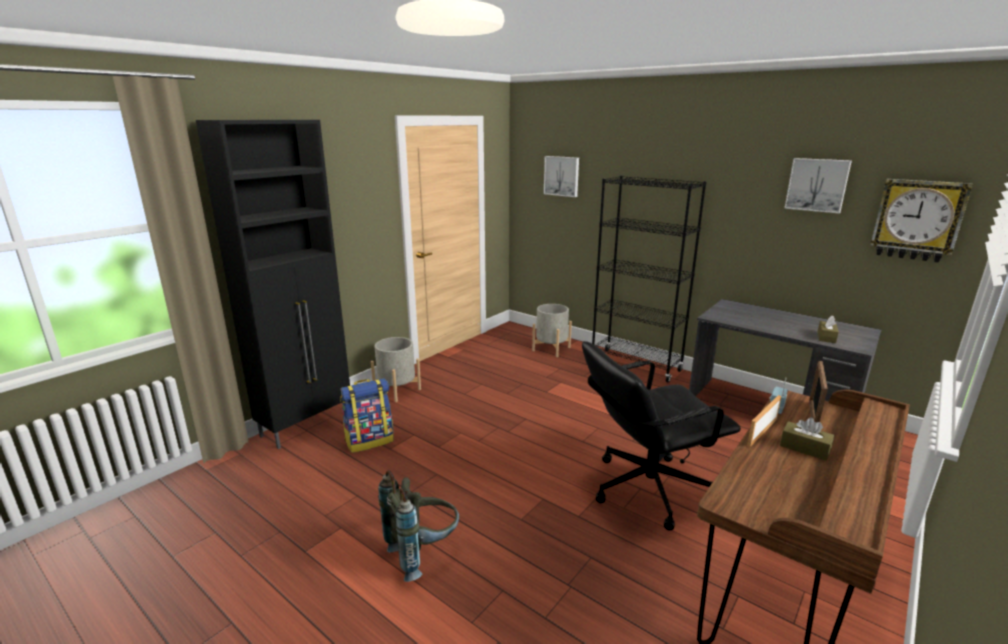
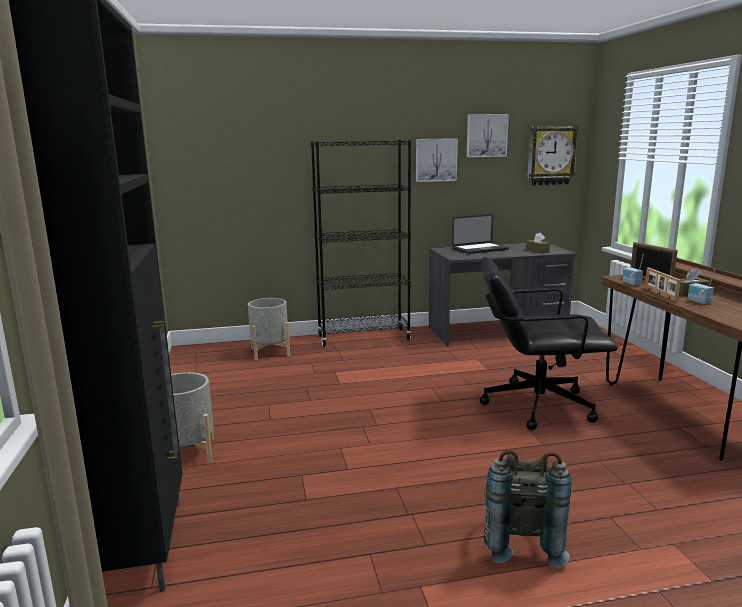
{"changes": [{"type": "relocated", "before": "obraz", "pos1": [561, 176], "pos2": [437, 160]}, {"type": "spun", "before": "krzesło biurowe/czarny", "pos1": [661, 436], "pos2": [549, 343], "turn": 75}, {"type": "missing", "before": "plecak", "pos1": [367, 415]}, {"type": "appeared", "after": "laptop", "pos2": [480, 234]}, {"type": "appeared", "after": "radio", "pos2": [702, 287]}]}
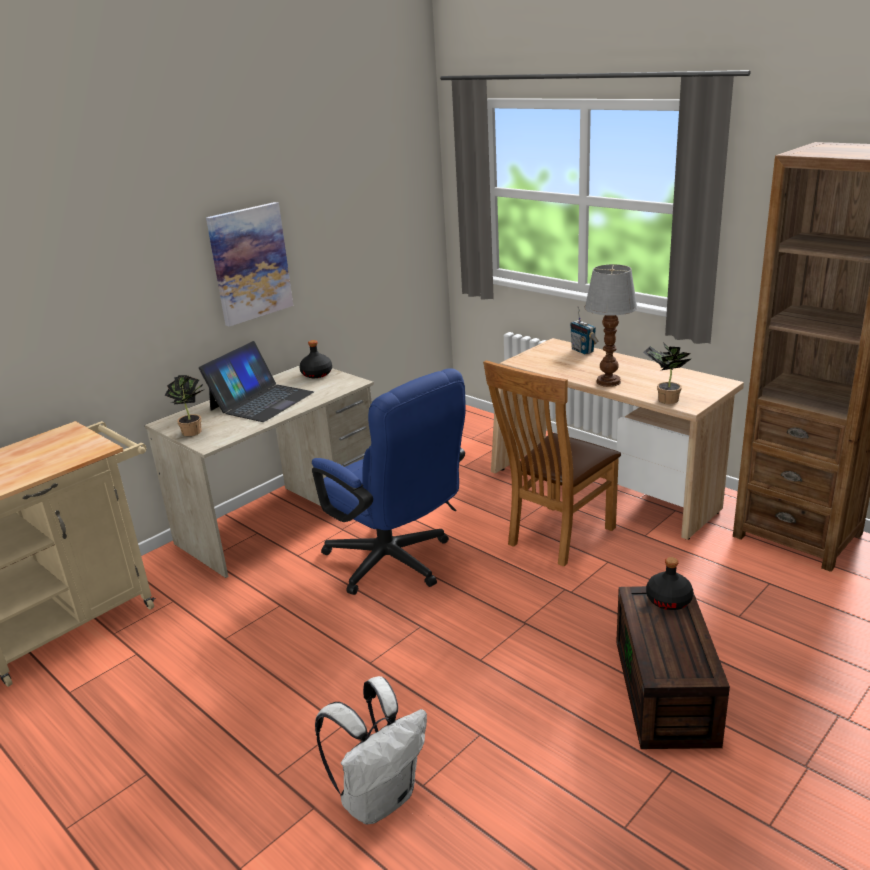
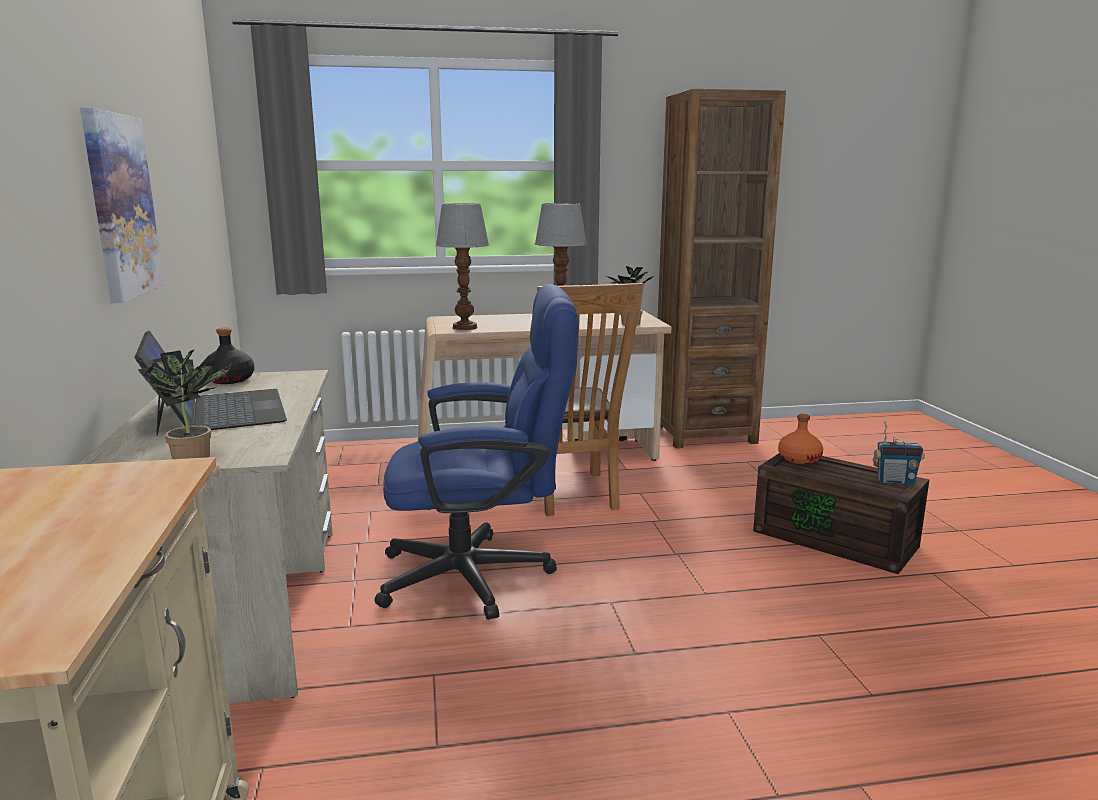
{"changes": [{"type": "relocated", "before": "radio", "pos1": [584, 330], "pos2": [899, 453]}, {"type": "colour", "before": "butelka/czarny", "after": "butelka/pomarańczowy", "pos1": [669, 583], "pos2": [800, 439]}, {"type": "missing", "before": "plecak/biały", "pos1": [371, 750]}, {"type": "appeared", "after": "lampa stołowa", "pos2": [462, 266]}]}
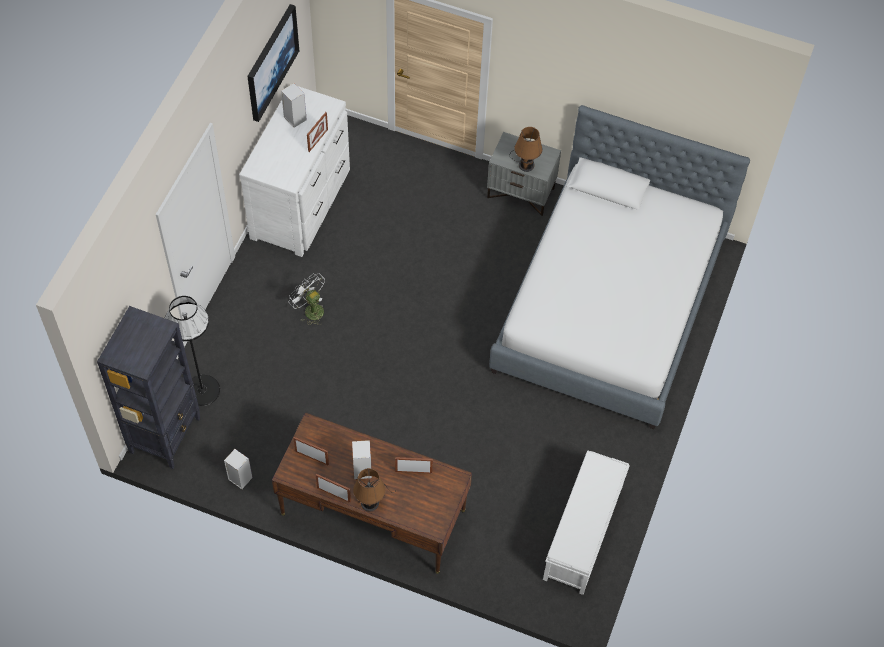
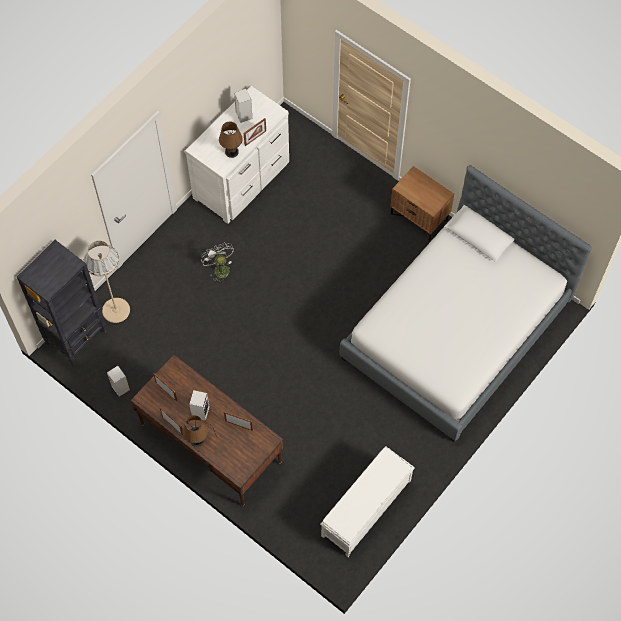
{"changes": [{"type": "missing", "before": "obraz", "pos1": [273, 63]}, {"type": "relocated", "before": "lampa stołowa/brązowy", "pos1": [525, 149], "pos2": [231, 139]}, {"type": "colour", "before": "szafka nocna/szary", "after": "szafka nocna/brązowy", "pos1": [524, 174], "pos2": [422, 203]}, {"type": "colour", "before": "lampa stojąca/czarny", "after": "lampa stojąca/beżowy", "pos1": [192, 351], "pos2": [106, 281]}]}
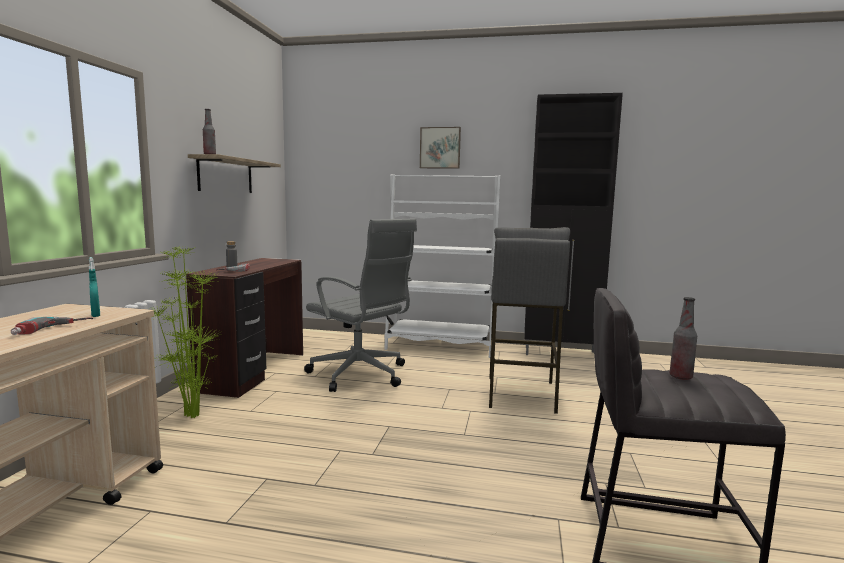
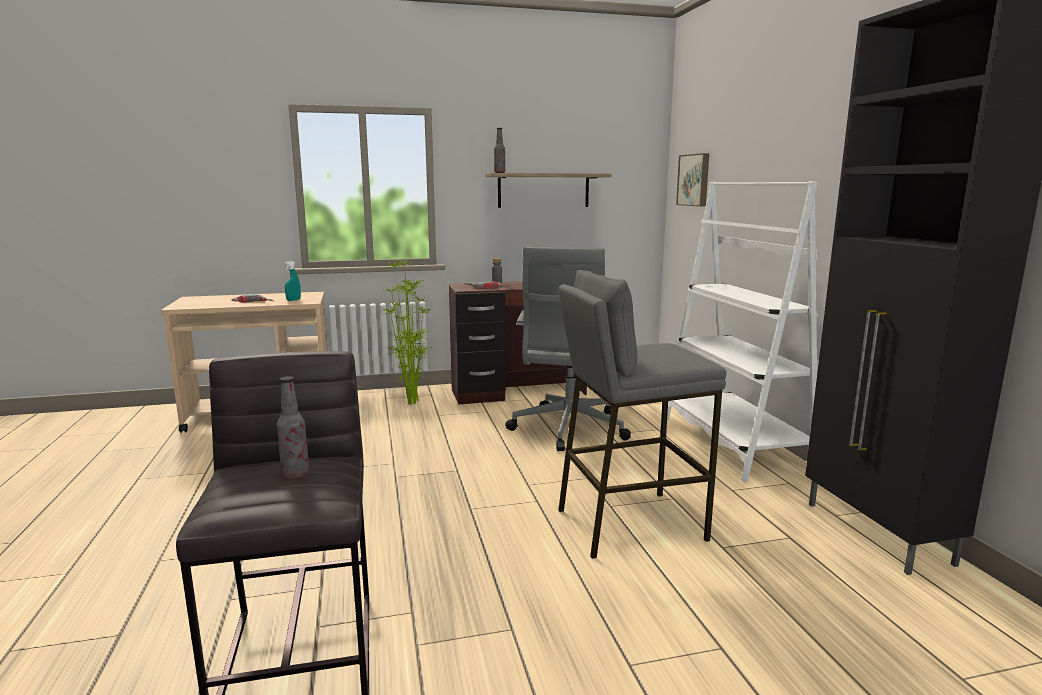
{"changes": [{"type": "relocated", "before": "obraz", "pos1": [440, 148], "pos2": [692, 180]}]}
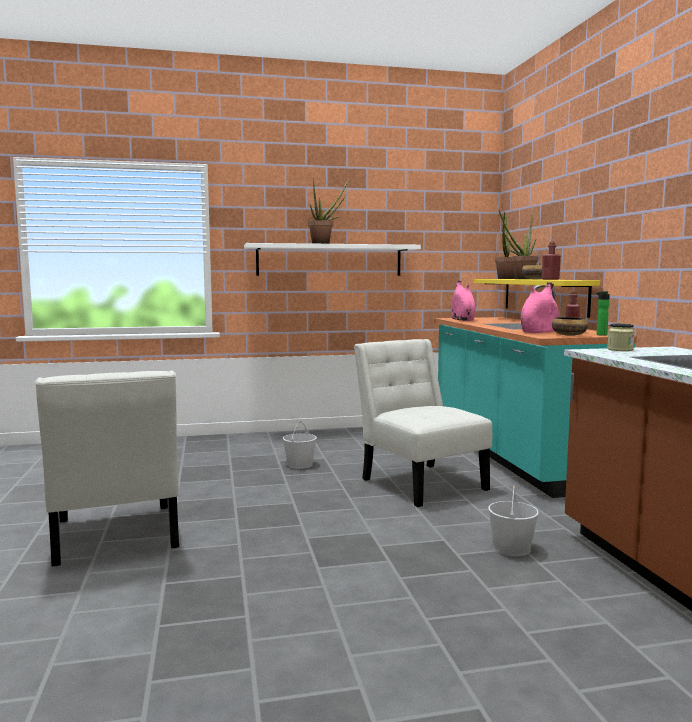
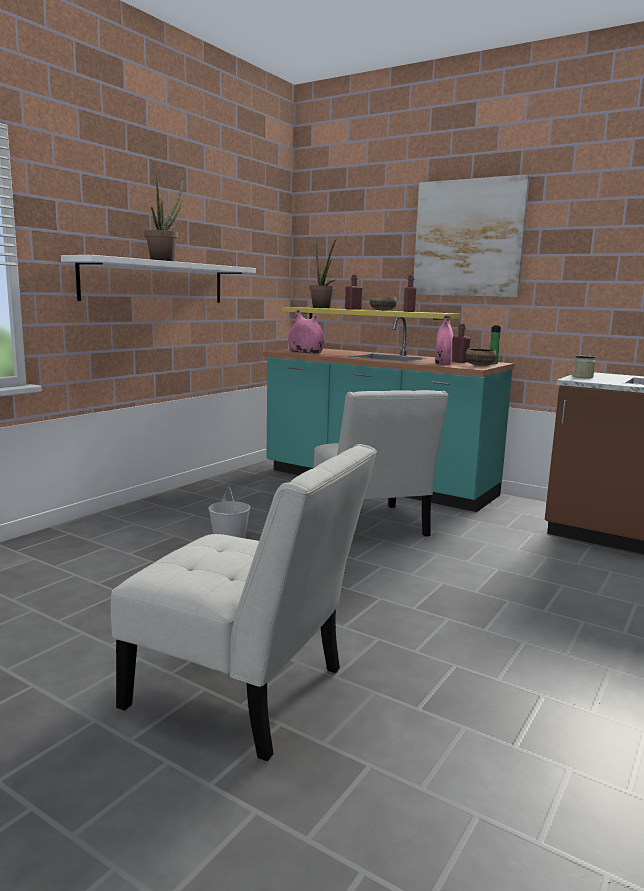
{"changes": [{"type": "exchanged", "before": "roślina doniczkowa", "after": "butelka/czerwony", "pos1": [518, 244], "pos2": [353, 292]}, {"type": "spun", "before": "krzesło/biały", "pos1": [423, 423], "pos2": [381, 463], "turn": -120}, {"type": "missing", "before": "wiadro/biały", "pos1": [513, 521]}, {"type": "appeared", "after": "obraz", "pos2": [471, 235]}]}
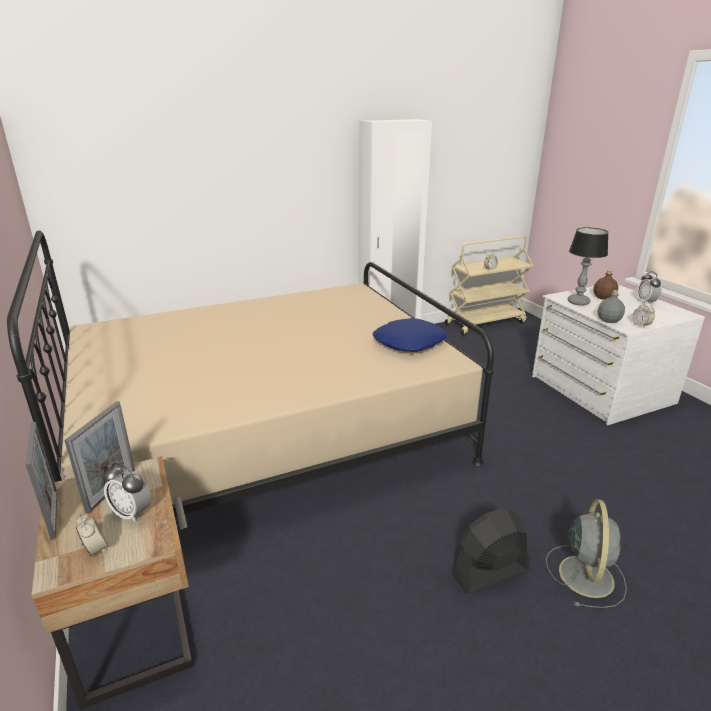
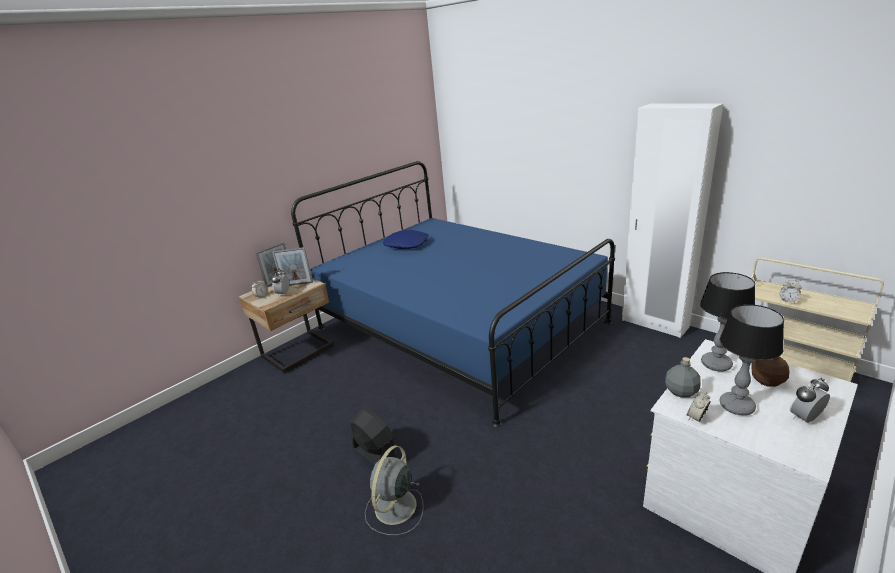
{"changes": [{"type": "colour", "before": "łóżko/beżowy", "after": "łóżko/niebieski", "pos1": [250, 374], "pos2": [453, 294]}, {"type": "relocated", "before": "poduszka/niebieski", "pos1": [410, 335], "pos2": [406, 239]}, {"type": "spun", "before": "wentylator/szary", "pos1": [586, 553], "pos2": [394, 490], "turn": 120}, {"type": "appeared", "after": "lampa stołowa", "pos2": [752, 359]}]}
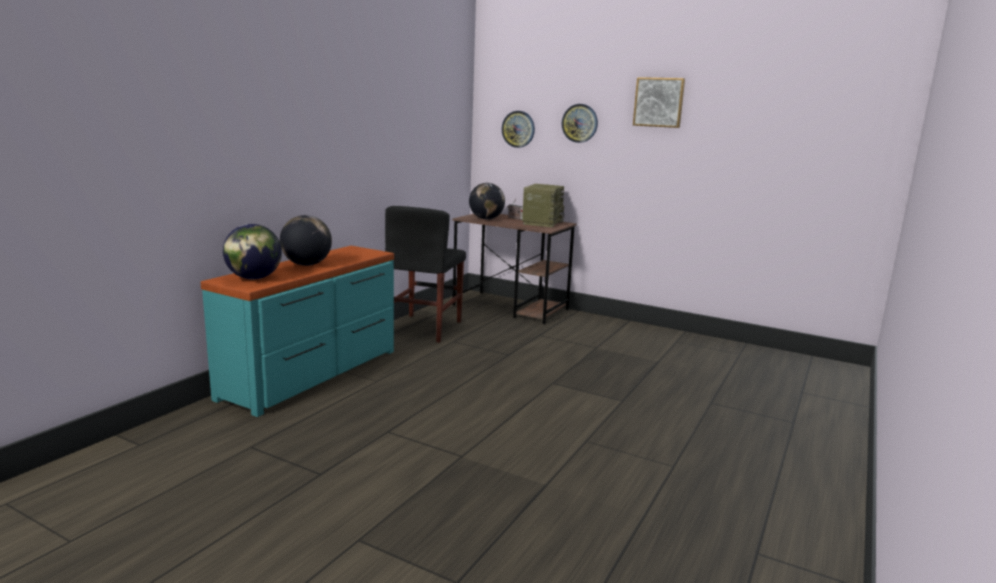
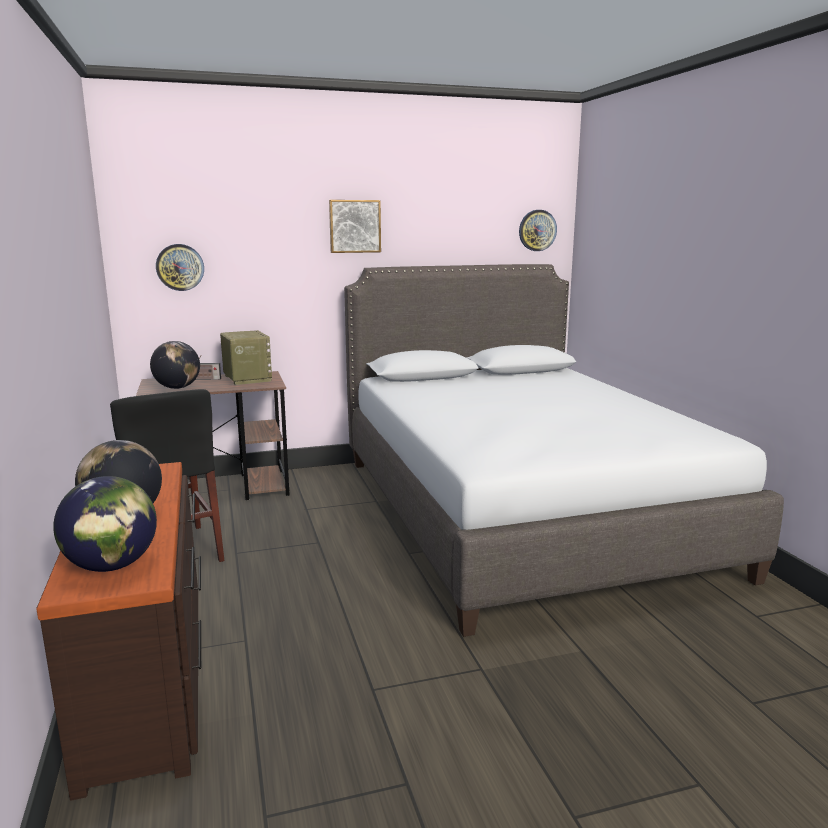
{"changes": [{"type": "relocated", "before": "zegar ścienny", "pos1": [580, 123], "pos2": [538, 230]}, {"type": "colour", "before": "komoda/turkusowy", "after": "komoda/brązowy", "pos1": [297, 331], "pos2": [118, 631]}, {"type": "appeared", "after": "łóżko/szary", "pos2": [564, 450]}]}
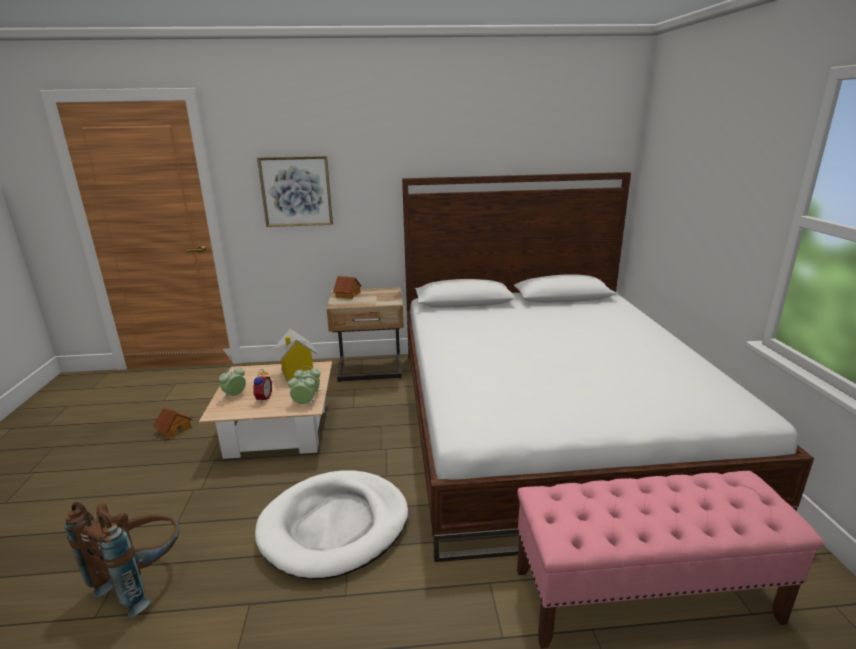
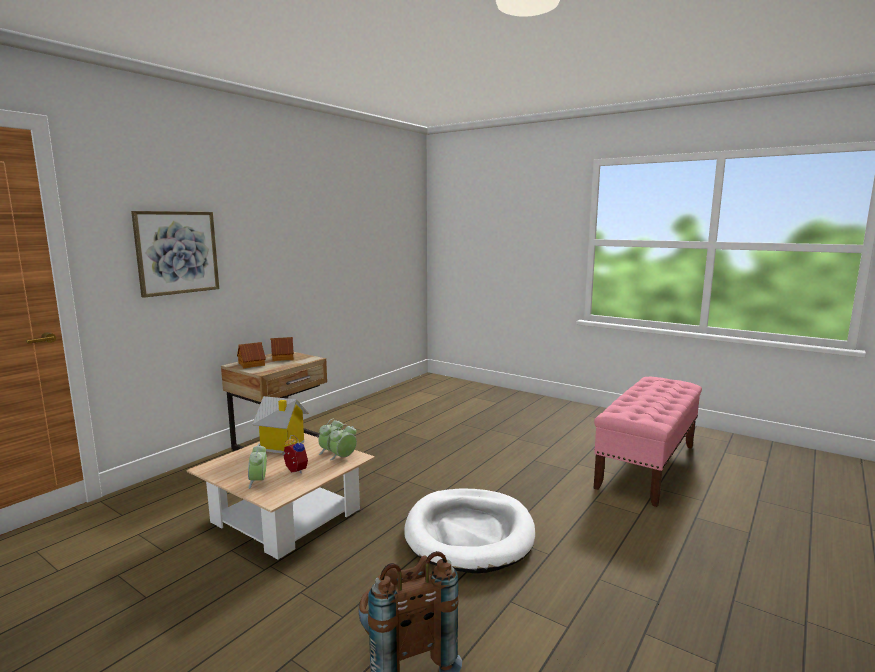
{"changes": [{"type": "missing", "before": "łóżko", "pos1": [608, 367]}, {"type": "relocated", "before": "domek", "pos1": [173, 422], "pos2": [282, 349]}]}
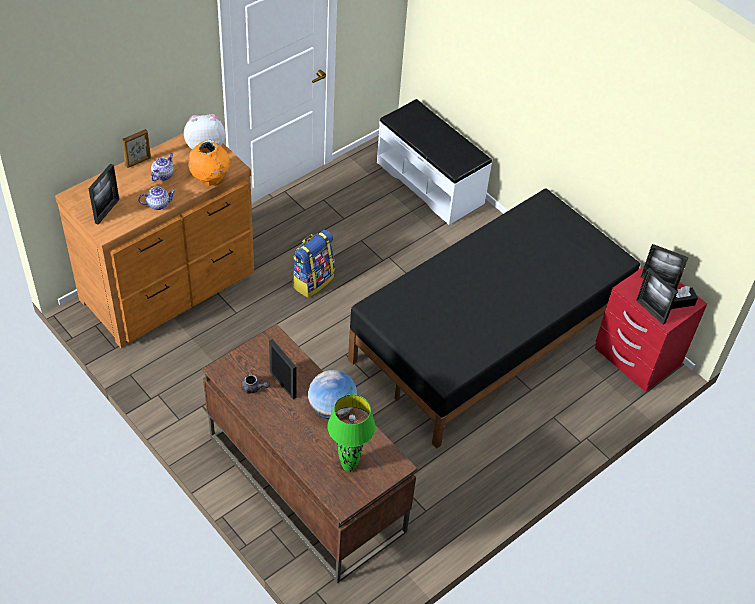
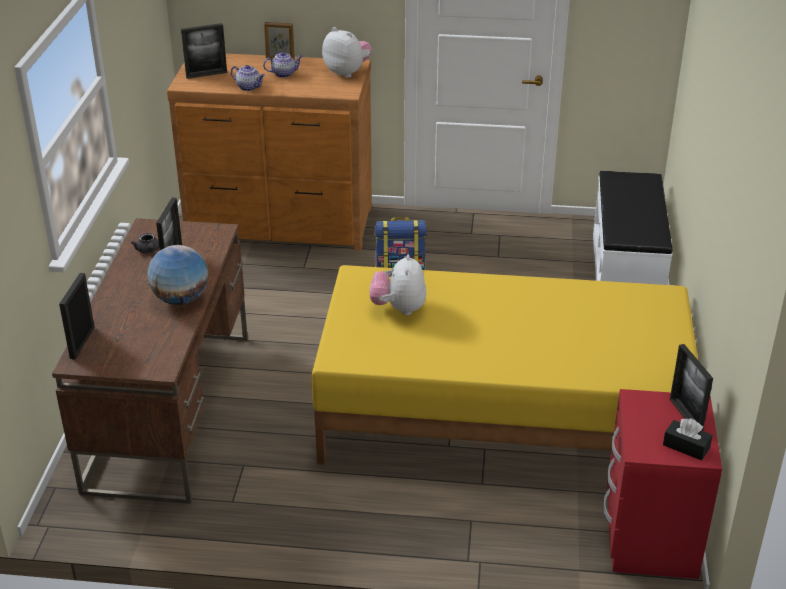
{"changes": [{"type": "missing", "before": "wazon/pomarańczowy", "pos1": [209, 163]}, {"type": "colour", "before": "łóżko/czarny", "after": "łóżko/żółty", "pos1": [494, 318], "pos2": [504, 365]}, {"type": "relocated", "before": "ramka na zdjęcie", "pos1": [657, 296], "pos2": [77, 316]}, {"type": "missing", "before": "lampa stołowa/zielony", "pos1": [351, 433]}, {"type": "appeared", "after": "pluszak", "pos2": [398, 285]}]}
